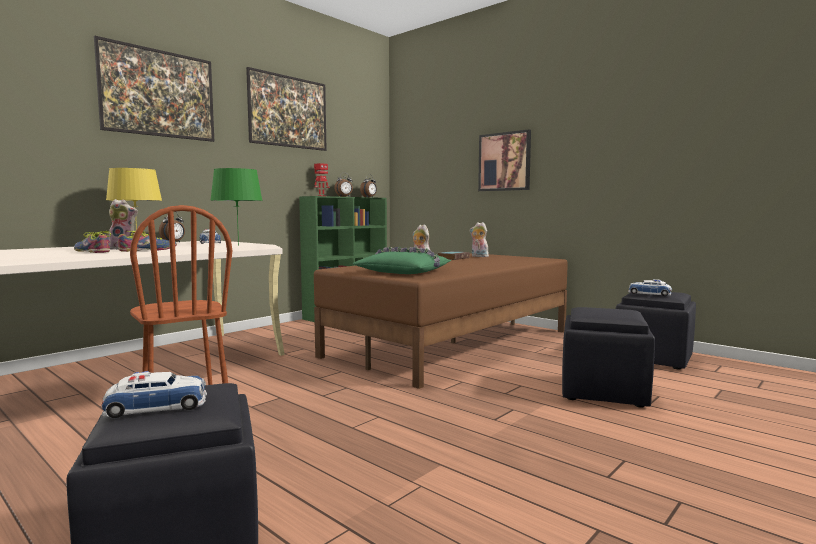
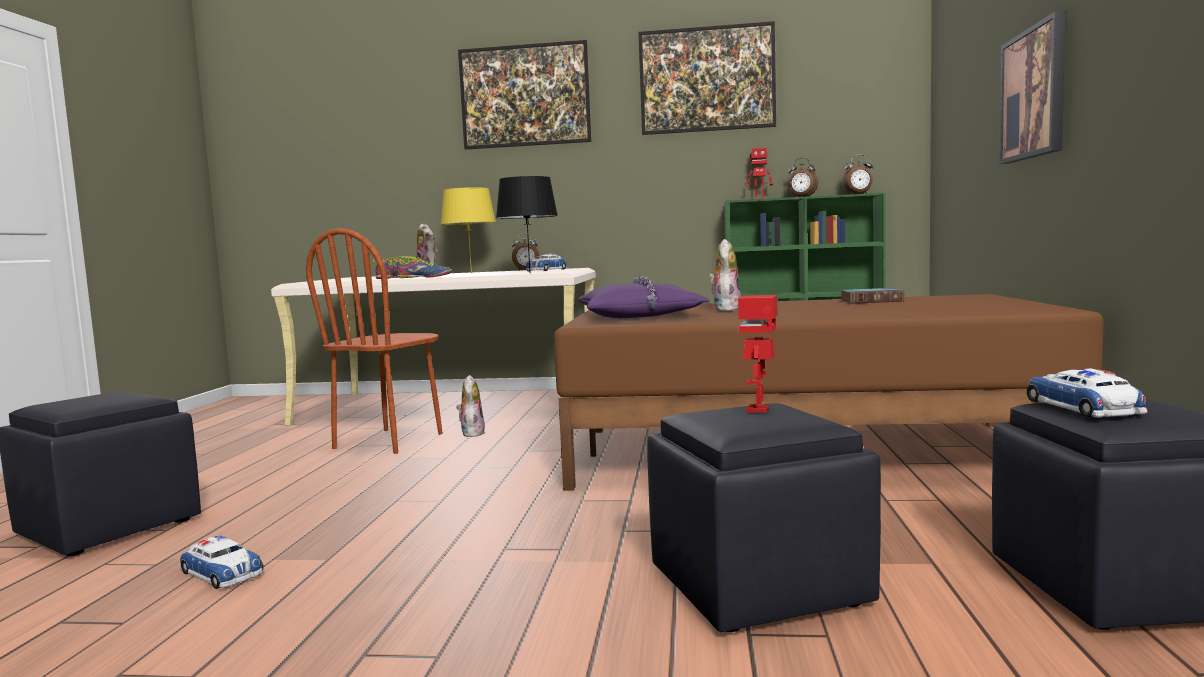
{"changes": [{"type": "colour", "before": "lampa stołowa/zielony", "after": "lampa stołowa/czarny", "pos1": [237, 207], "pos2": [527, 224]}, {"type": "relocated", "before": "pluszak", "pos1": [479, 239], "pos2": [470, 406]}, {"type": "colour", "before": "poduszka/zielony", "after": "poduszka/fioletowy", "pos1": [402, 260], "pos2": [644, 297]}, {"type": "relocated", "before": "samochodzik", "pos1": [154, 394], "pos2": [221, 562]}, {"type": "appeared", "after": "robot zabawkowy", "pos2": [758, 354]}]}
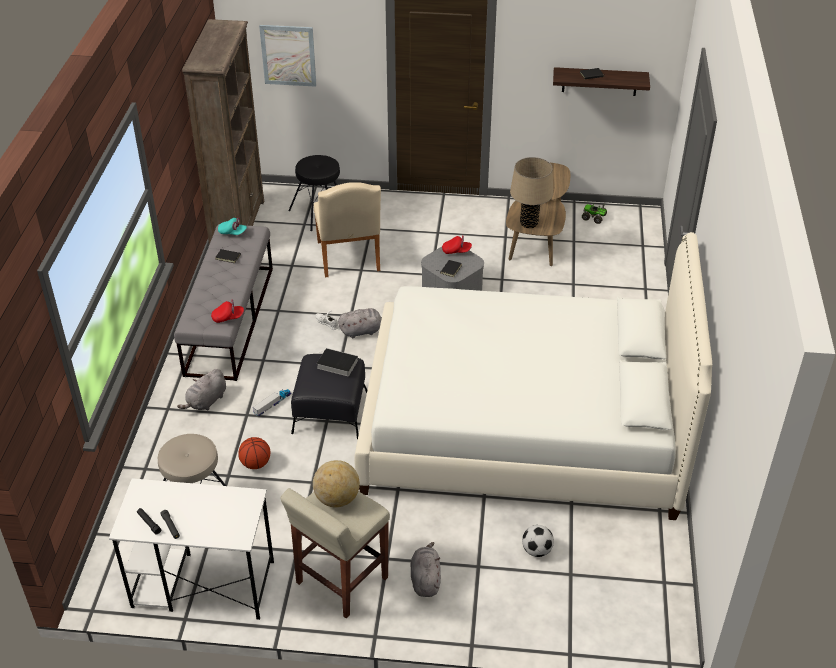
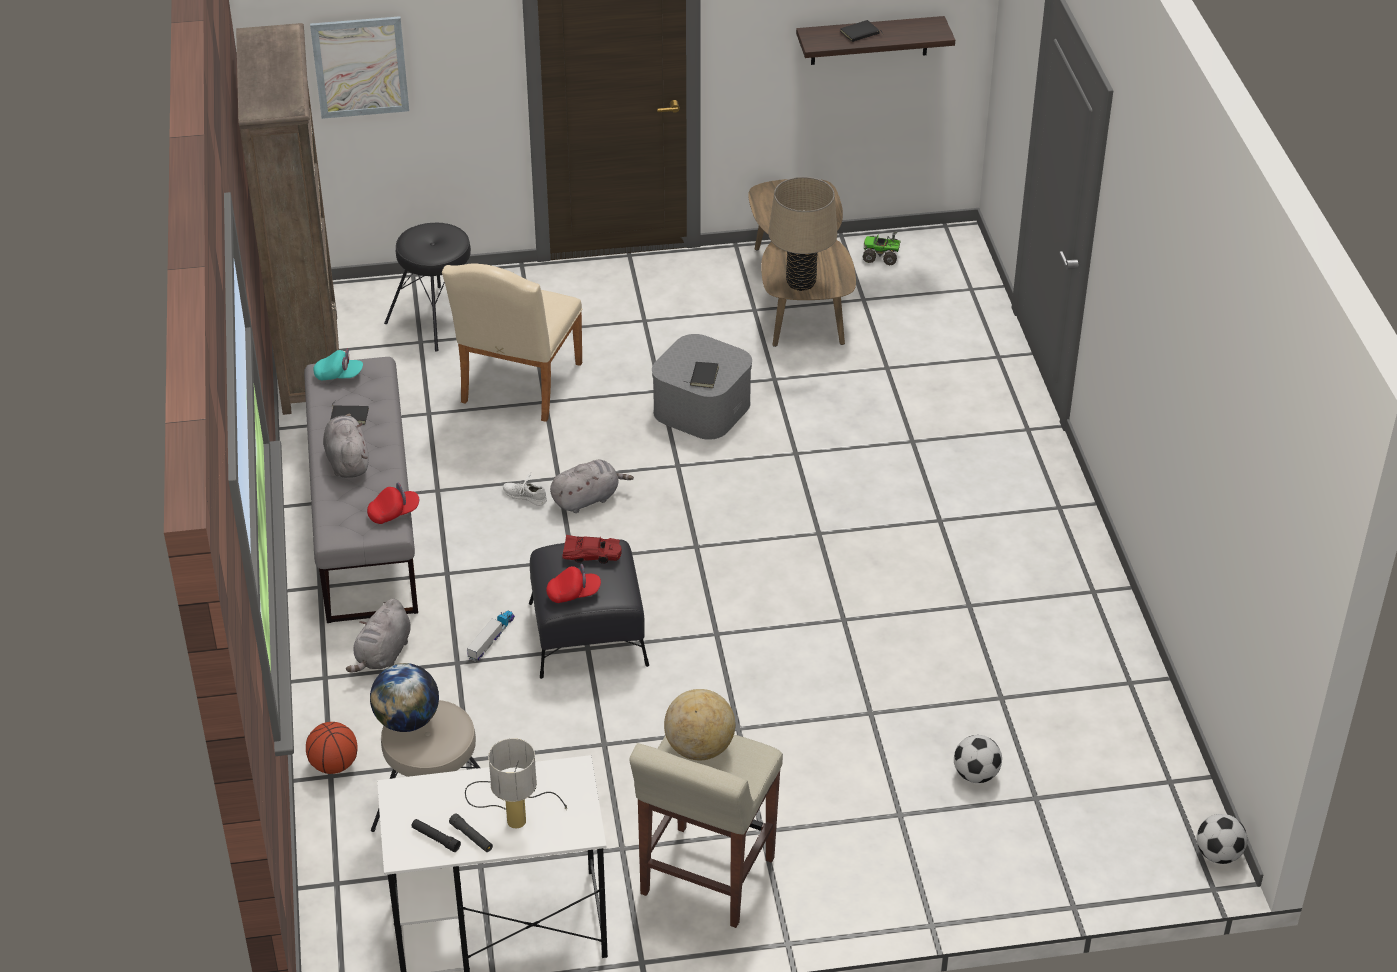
{"changes": [{"type": "spun", "before": "krzesło/beżowy", "pos1": [347, 229], "pos2": [512, 343], "turn": 45}, {"type": "missing", "before": "łóżko/biały", "pos1": [533, 376]}, {"type": "relocated", "before": "czapka z daszkiem/czerwony", "pos1": [457, 244], "pos2": [573, 583]}, {"type": "exchanged", "before": "książka", "after": "samochodzik/czerwony", "pos1": [337, 362], "pos2": [592, 549]}, {"type": "relocated", "before": "piłka do koszykówki", "pos1": [254, 453], "pos2": [331, 748]}, {"type": "relocated", "before": "pluszak/szary", "pos1": [425, 569], "pos2": [345, 445]}, {"type": "appeared", "after": "globus", "pos2": [404, 697]}, {"type": "appeared", "after": "lampa stołowa", "pos2": [516, 783]}, {"type": "appeared", "after": "piłka futbolowa", "pos2": [1222, 839]}]}
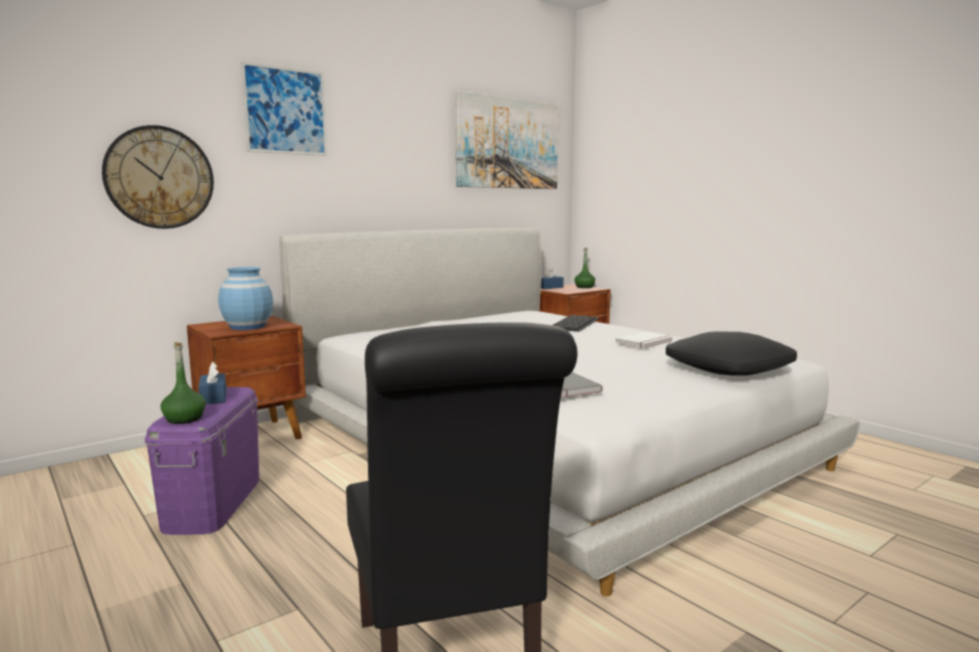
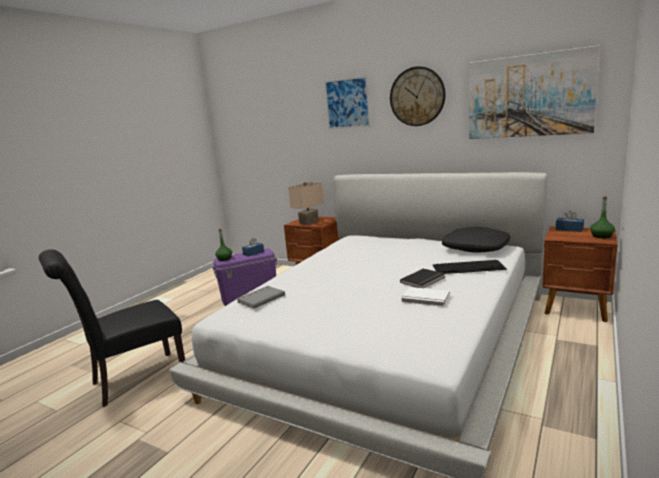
{"changes": [{"type": "relocated", "before": "zegar ścienny", "pos1": [158, 177], "pos2": [418, 96]}, {"type": "exchanged", "before": "wazon/niebieski", "after": "lampa stołowa/beżowy", "pos1": [245, 298], "pos2": [306, 203]}, {"type": "relocated", "before": "poduszka/czarny", "pos1": [731, 353], "pos2": [476, 240]}, {"type": "appeared", "after": "książka/czarny", "pos2": [422, 278]}]}
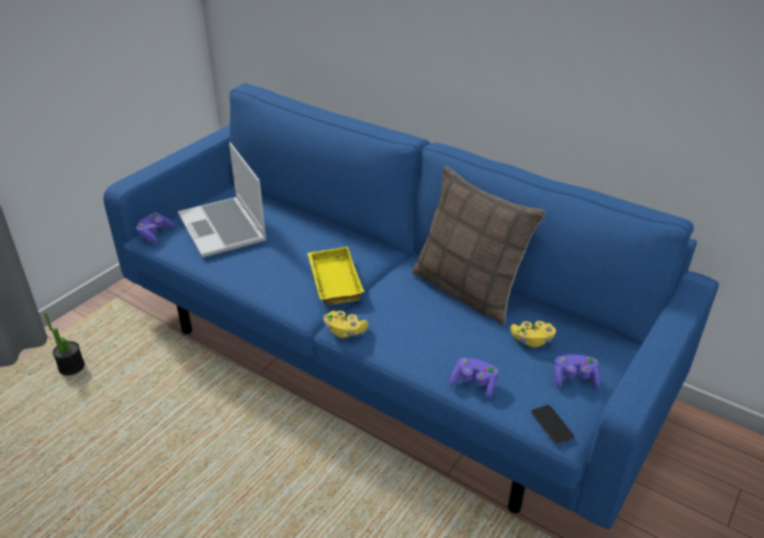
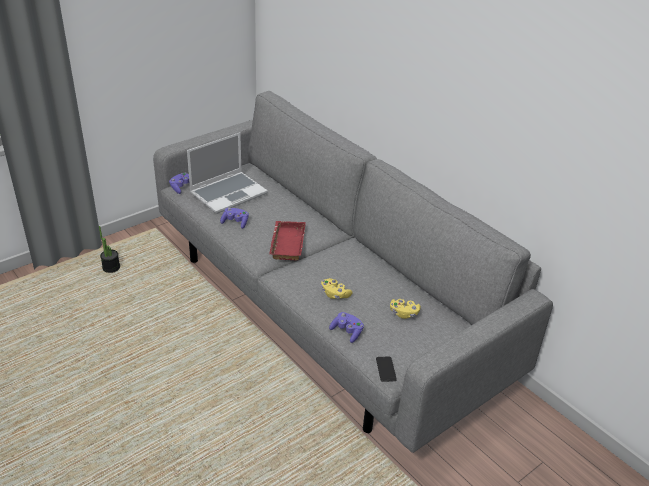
{"changes": [{"type": "colour", "before": "kanapa/niebieski", "after": "kanapa/szary", "pos1": [411, 306], "pos2": [353, 272]}, {"type": "spun", "before": "laptop", "pos1": [222, 200], "pos2": [227, 173], "turn": -120}, {"type": "missing", "before": "poduszka", "pos1": [479, 245]}, {"type": "colour", "before": "taca/żółty", "after": "taca/czerwony", "pos1": [335, 276], "pos2": [287, 240]}, {"type": "relocated", "before": "pad do gier/żółty", "pos1": [345, 324], "pos2": [337, 288]}, {"type": "relocated", "before": "pad do gier/fioletowy", "pos1": [578, 371], "pos2": [234, 218]}]}
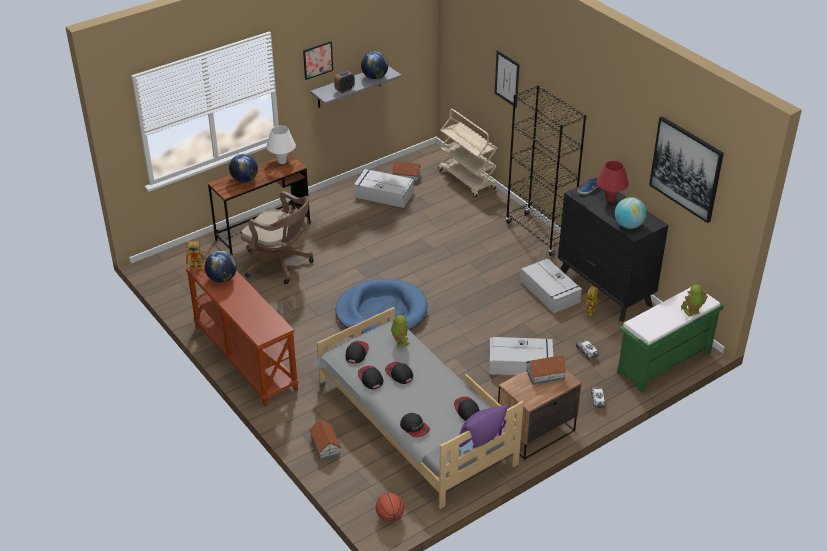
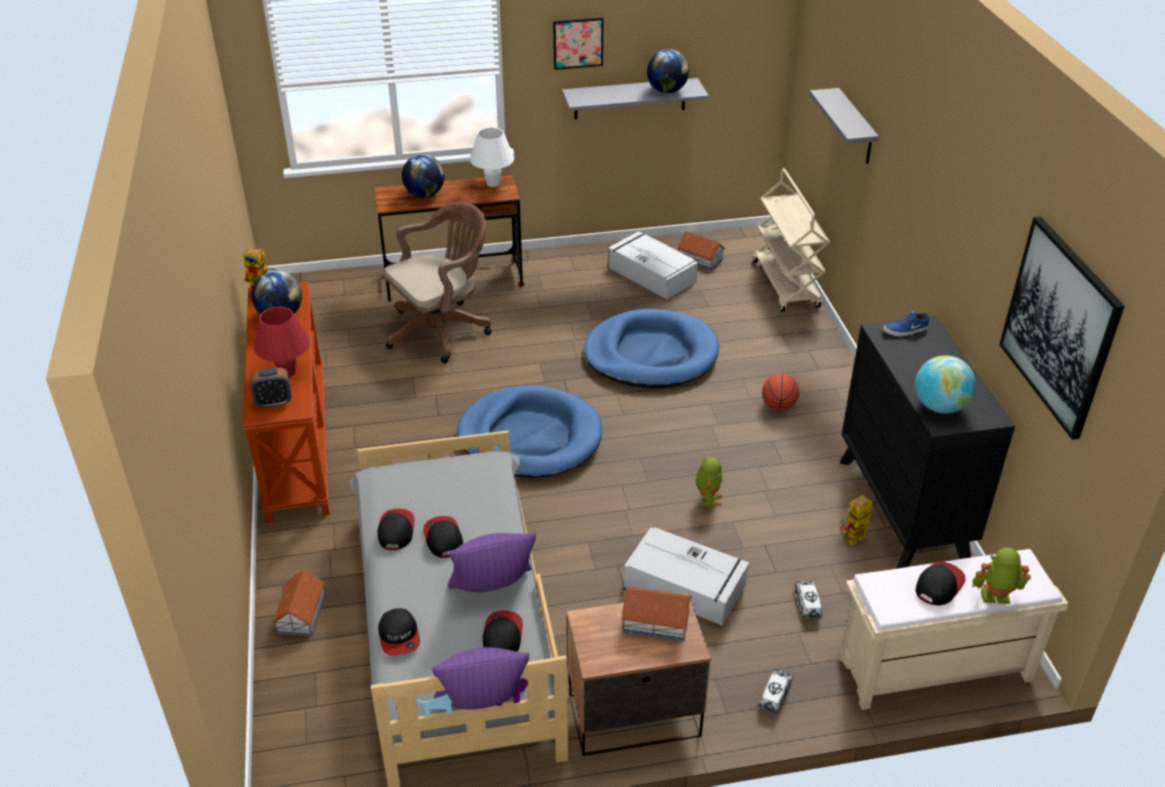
{"changes": [{"type": "exchanged", "before": "obraz", "after": "półka/szary", "pos1": [507, 79], "pos2": [844, 126]}, {"type": "relocated", "before": "budzik", "pos1": [344, 82], "pos2": [271, 388]}, {"type": "missing", "before": "regał/czarny", "pos1": [546, 170]}, {"type": "relocated", "before": "lampa stołowa/czerwony", "pos1": [612, 181], "pos2": [282, 341]}, {"type": "spun", "before": "krzesło biurowe/brązowy", "pos1": [277, 237], "pos2": [438, 282], "turn": -90}, {"type": "missing", "before": "pojemnik do przechowywania/szary", "pos1": [551, 286]}, {"type": "colour", "before": "ławka/zielony", "after": "ławka/beżowy", "pos1": [670, 340], "pos2": [953, 629]}, {"type": "relocated", "before": "robot zabawkowy", "pos1": [400, 331], "pos2": [709, 482]}, {"type": "relocated", "before": "czapka z daszkiem", "pos1": [357, 352], "pos2": [940, 583]}, {"type": "relocated", "before": "piłka do koszykówki", "pos1": [390, 507], "pos2": [780, 392]}, {"type": "appeared", "after": "legowisko/niebieski", "pos2": [652, 348]}, {"type": "appeared", "after": "poduszka/fioletowy", "pos2": [492, 563]}]}
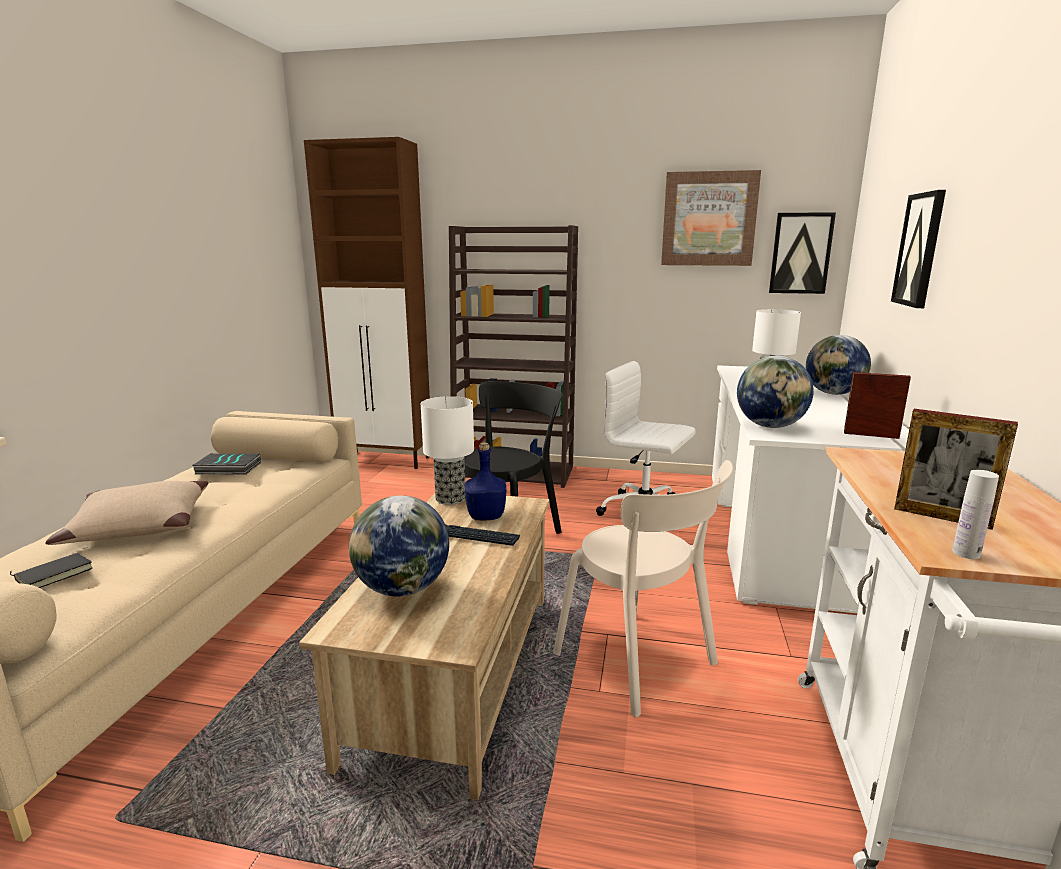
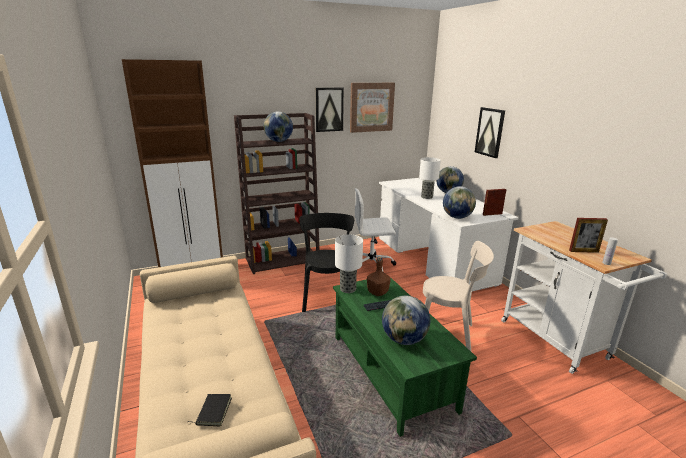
{"changes": [{"type": "relocated", "before": "obraz", "pos1": [802, 253], "pos2": [330, 110]}, {"type": "colour", "before": "butelka/niebieski", "after": "butelka/brązowy", "pos1": [485, 481], "pos2": [379, 276]}, {"type": "missing", "before": "książka", "pos1": [227, 464]}, {"type": "missing", "before": "poduszka/beżowy", "pos1": [127, 513]}, {"type": "colour", "before": "ława/beżowy", "after": "ława/zielony", "pos1": [424, 646], "pos2": [405, 356]}, {"type": "appeared", "after": "globus", "pos2": [278, 126]}]}
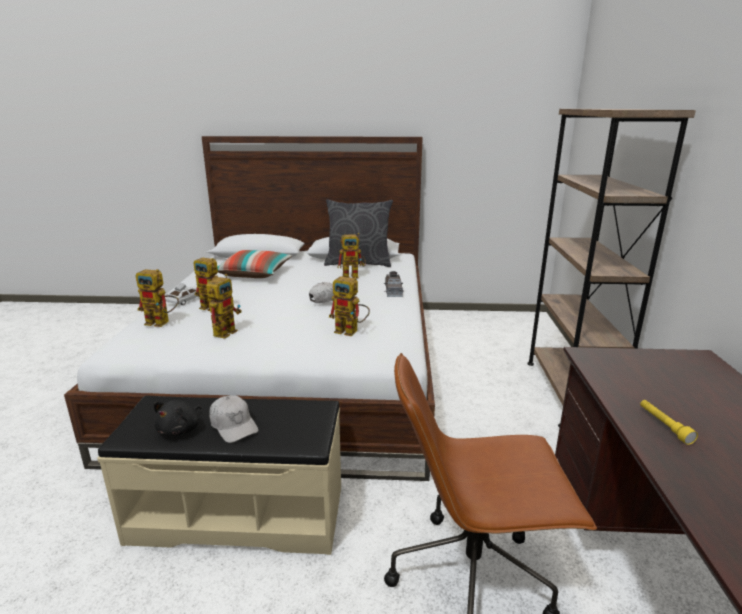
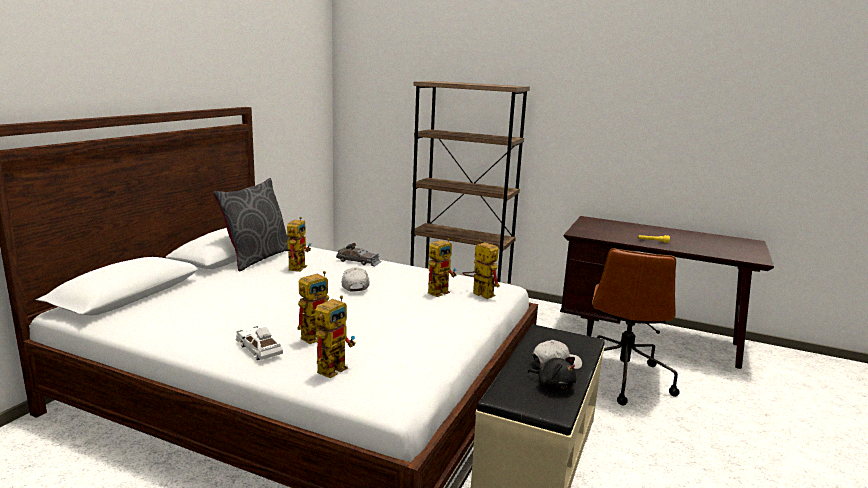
{"changes": [{"type": "missing", "before": "poduszka", "pos1": [254, 264]}, {"type": "relocated", "before": "robot zabawkowy", "pos1": [224, 306], "pos2": [481, 269]}]}
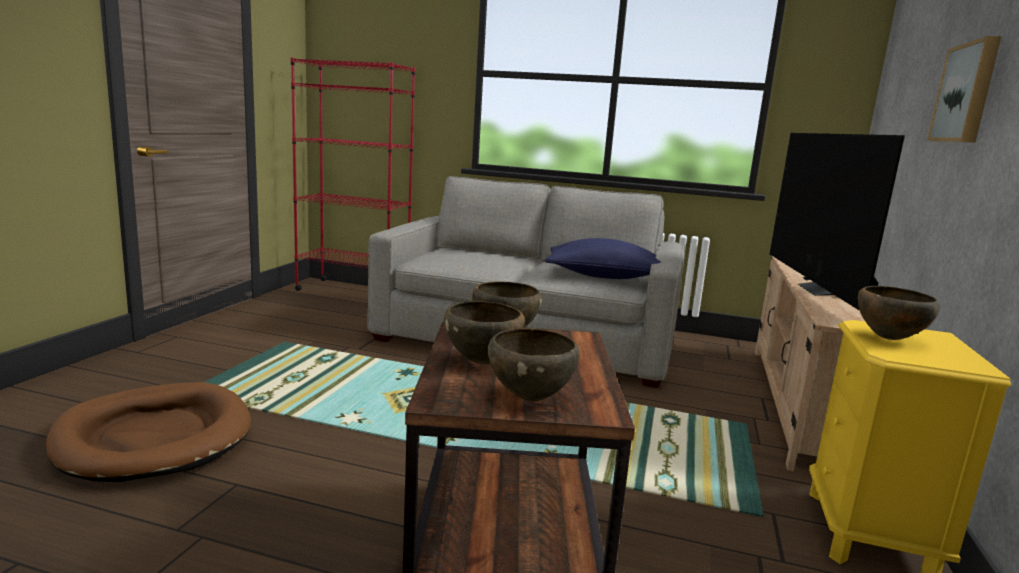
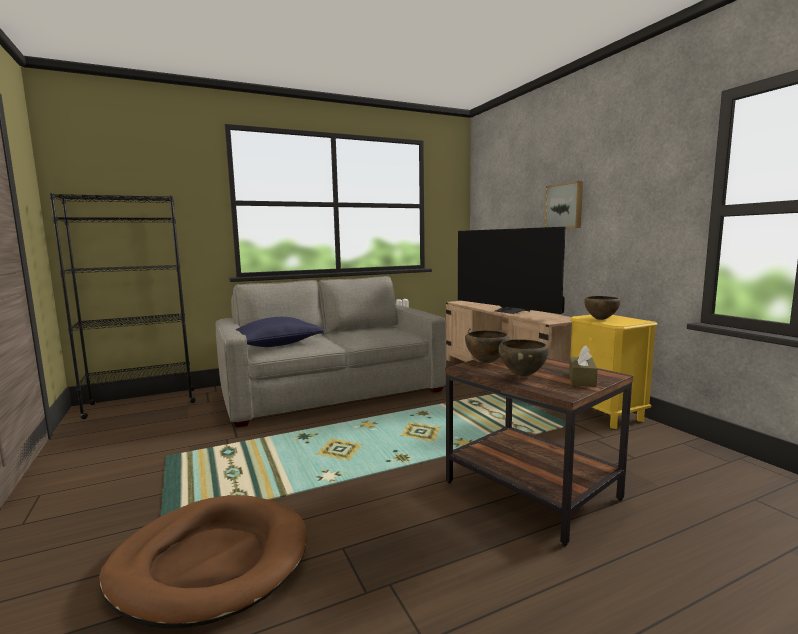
{"changes": [{"type": "colour", "before": "regał/czerwony", "after": "regał/czarny", "pos1": [352, 174], "pos2": [122, 306]}, {"type": "relocated", "before": "poduszka/niebieski", "pos1": [603, 258], "pos2": [280, 332]}, {"type": "exchanged", "before": "miska/brązowy", "after": "pudełko chusteczek/brązowy", "pos1": [534, 364], "pos2": [583, 366]}]}
